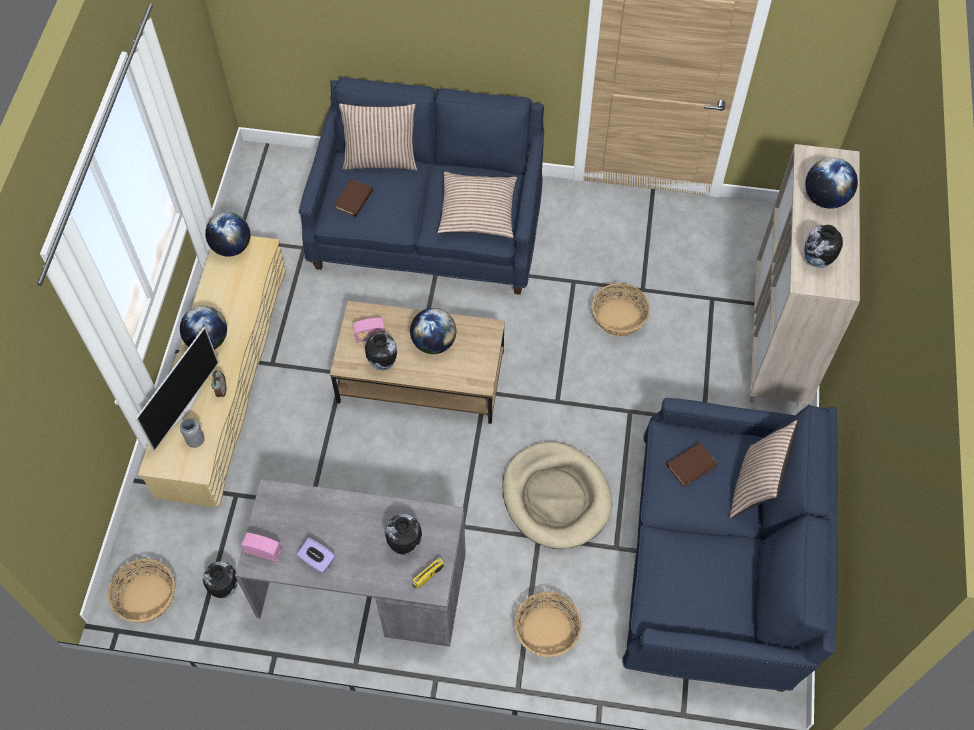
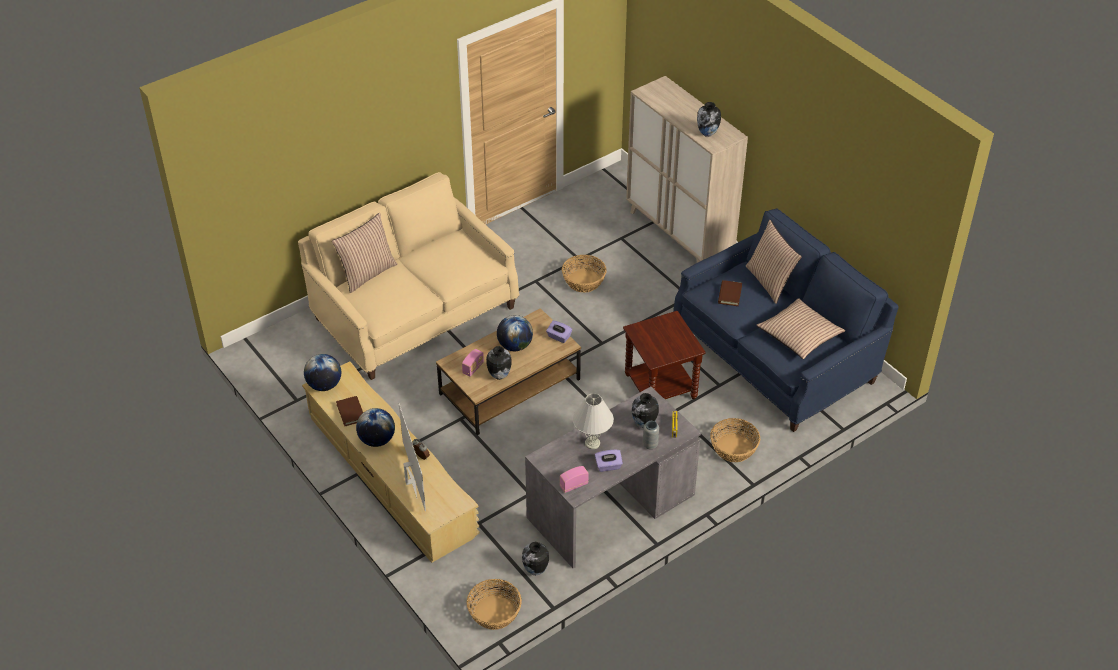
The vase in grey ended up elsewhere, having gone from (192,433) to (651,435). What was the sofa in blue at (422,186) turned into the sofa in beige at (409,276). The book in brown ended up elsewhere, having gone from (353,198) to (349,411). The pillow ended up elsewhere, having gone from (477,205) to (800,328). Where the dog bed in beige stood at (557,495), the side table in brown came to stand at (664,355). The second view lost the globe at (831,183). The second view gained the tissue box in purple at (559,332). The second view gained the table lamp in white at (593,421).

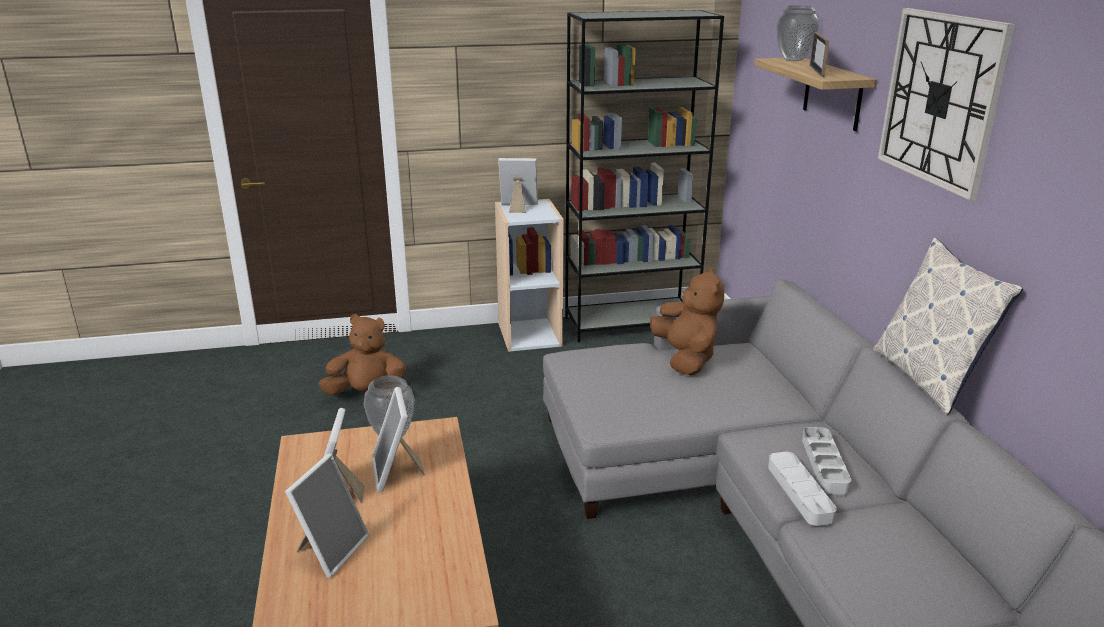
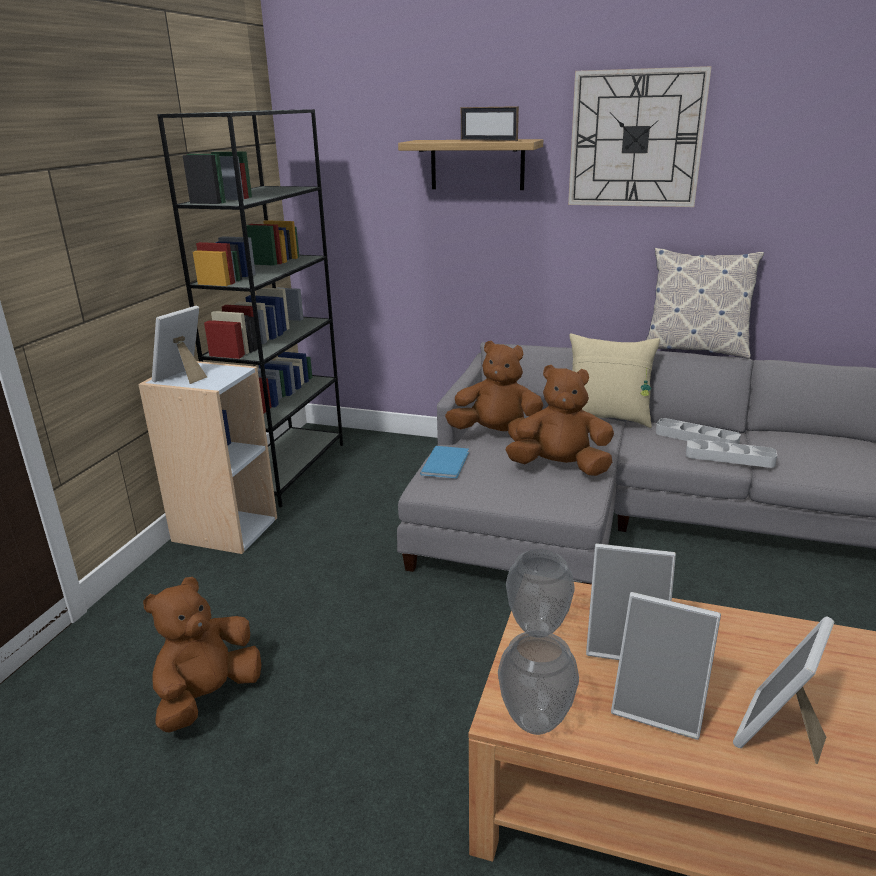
The picture frame at (327,515) ended up facing another way, 105 degrees counterclockwise from before. The vase ended up elsewhere, having gone from (797,33) to (538,683). The second view gained the book in blue at (444,462). The second view gained the plush toy in brown at (560,420). The second view gained the pillow in beige at (614,381).

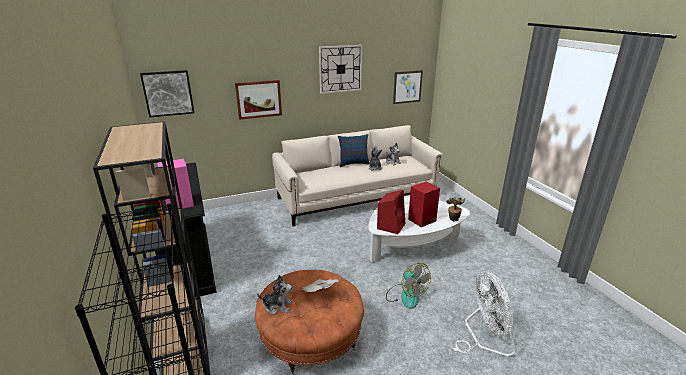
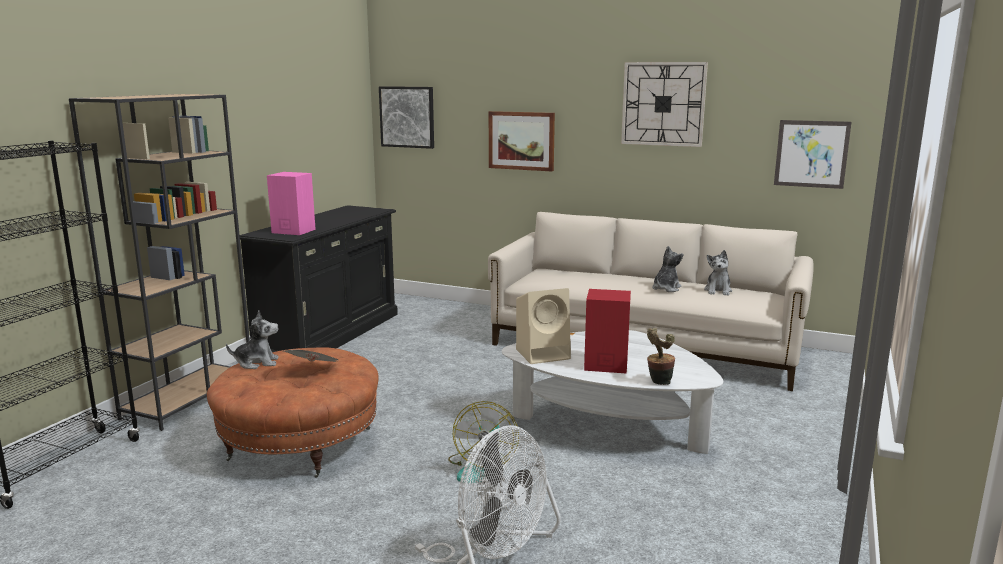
The plush toy at (274,295) ended up facing another way, 60 degrees counterclockwise from before. The second view lost the pillow in blue at (354,150). What was the speaker in red at (391,212) turned into the speaker in beige at (543,326).

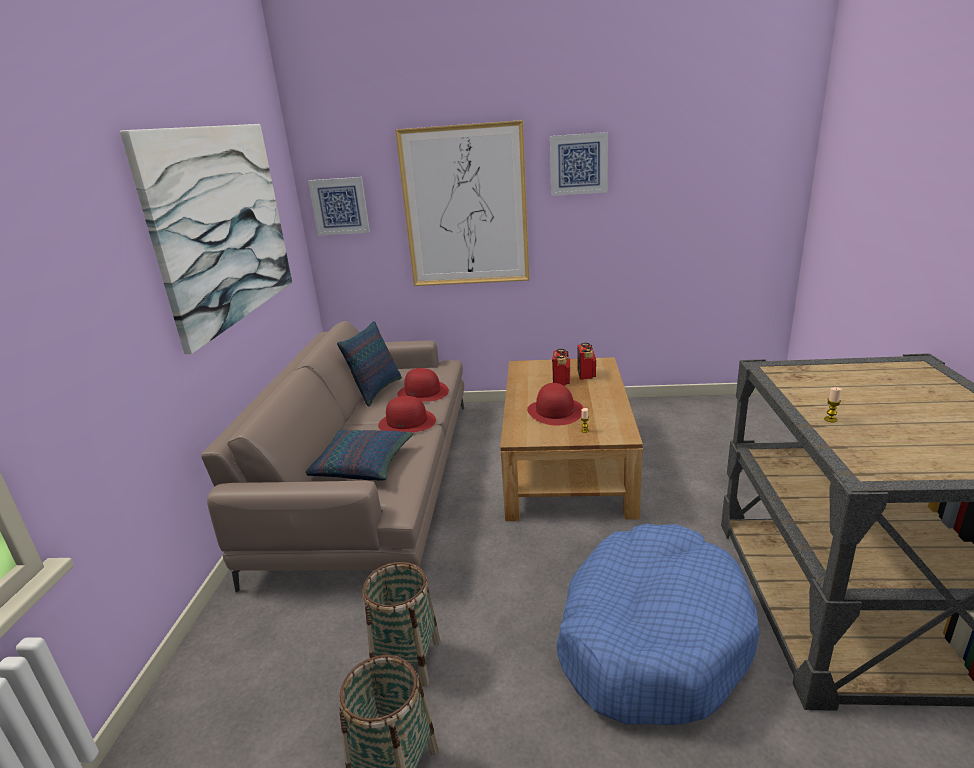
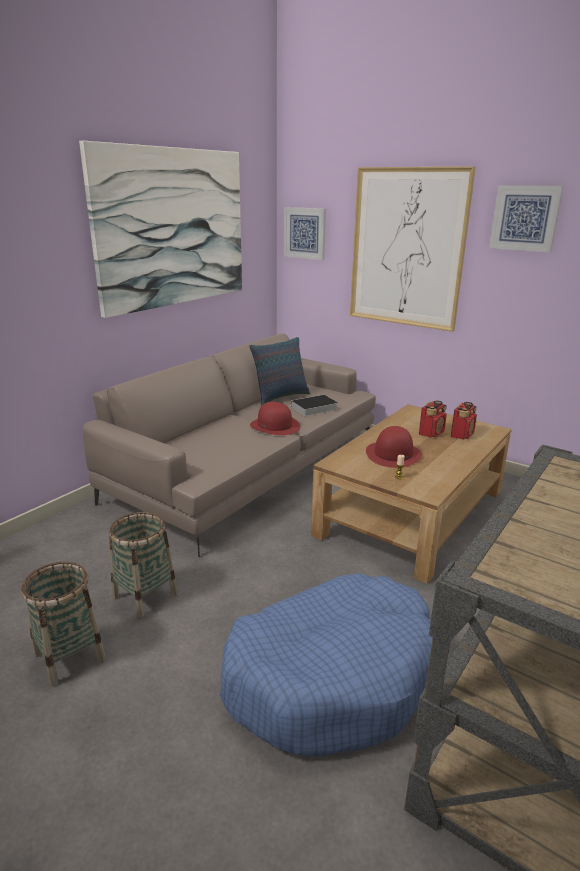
The second view lost the pillow in blue at (359,455). Where the hat in red stood at (423,385), the book came to stand at (314,405). The second view lost the candle at (833,404).

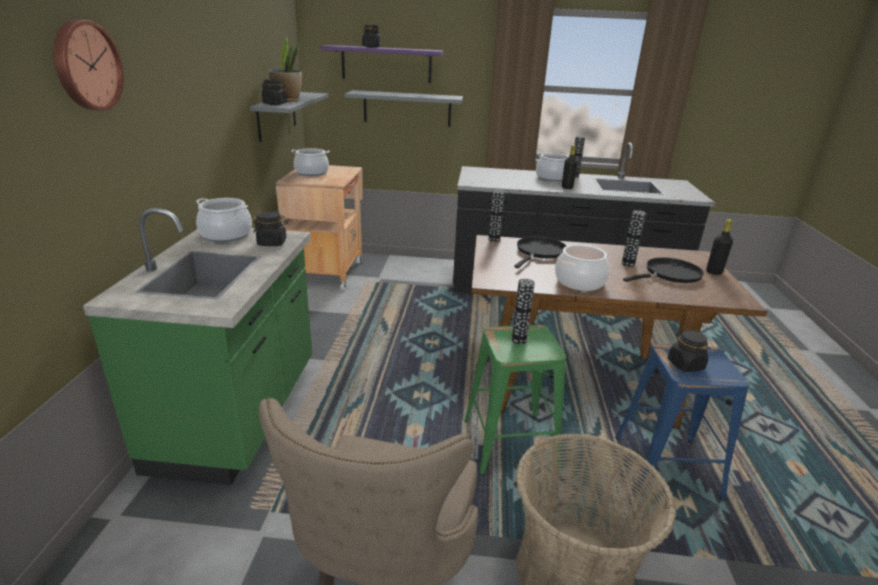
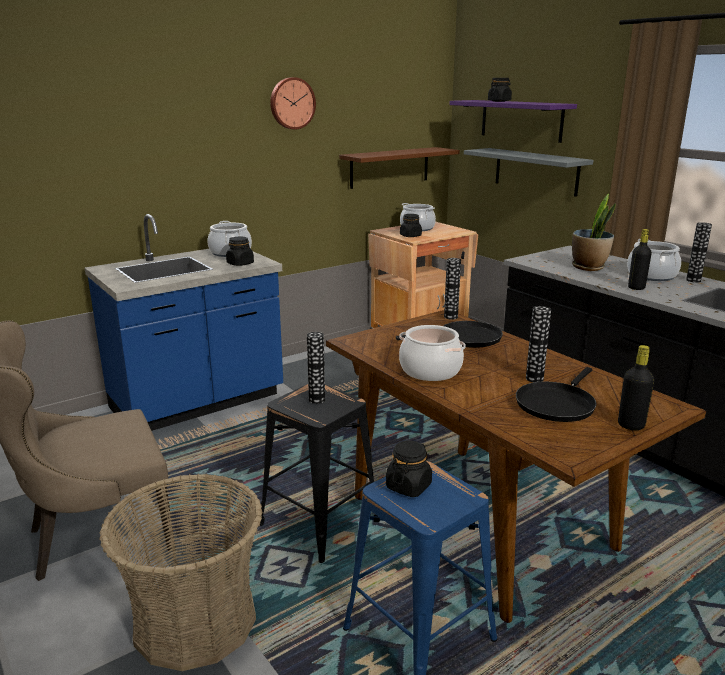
The wall clock ended up elsewhere, having gone from (89,65) to (293,103). What was the counter in green at (197,346) turned into the counter in blue at (184,322). What was the shelf in grey at (289,117) turned into the shelf in brown at (399,168). The jar in black ended up elsewhere, having gone from (274,92) to (411,225). The potted plant ended up elsewhere, having gone from (285,69) to (594,232). What was the stool in green at (515,400) turned into the stool in black at (318,473). The frying pan in black at (663,270) ended up facing another way, 105 degrees clockwise from before.

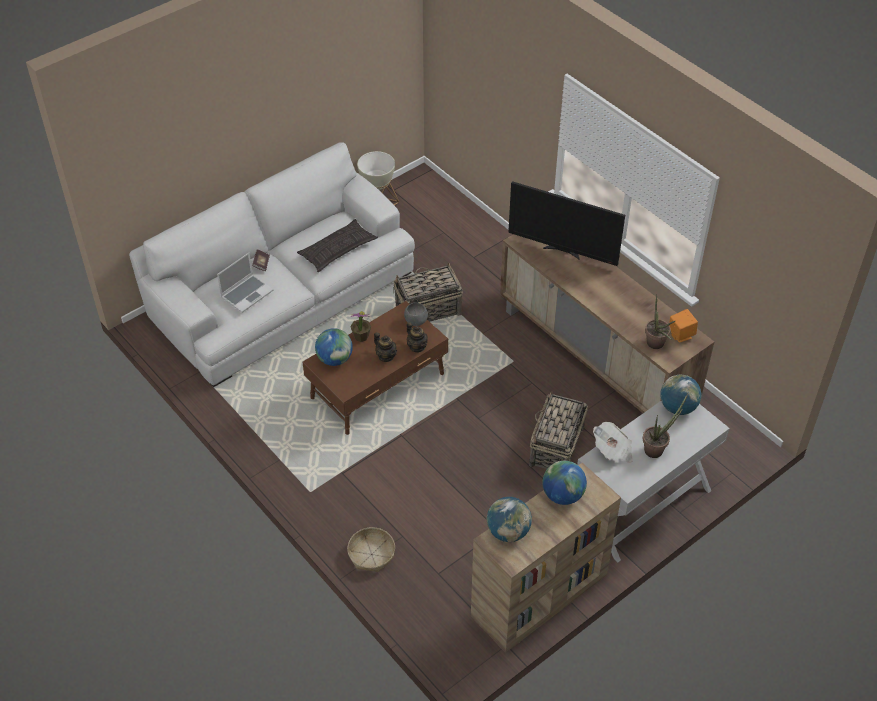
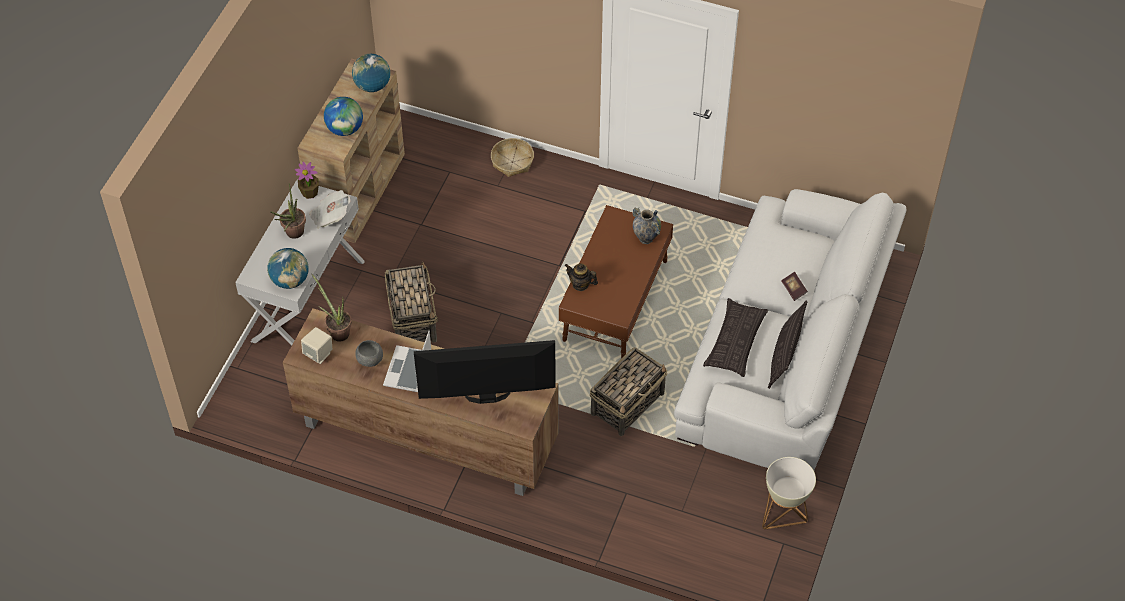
The laptop ended up elsewhere, having gone from (245,283) to (407,361). Where the globe stood at (334,347), the vase came to stand at (647,226). The potted plant ended up elsewhere, having gone from (360,326) to (307,180). The second view lost the teapot at (385,347). The bowl in grey ended up elsewhere, having gone from (416,314) to (369,353). What was the speaker in orange at (683,326) turned into the speaker in beige at (316,345). The second view gained the pillow at (787,344).

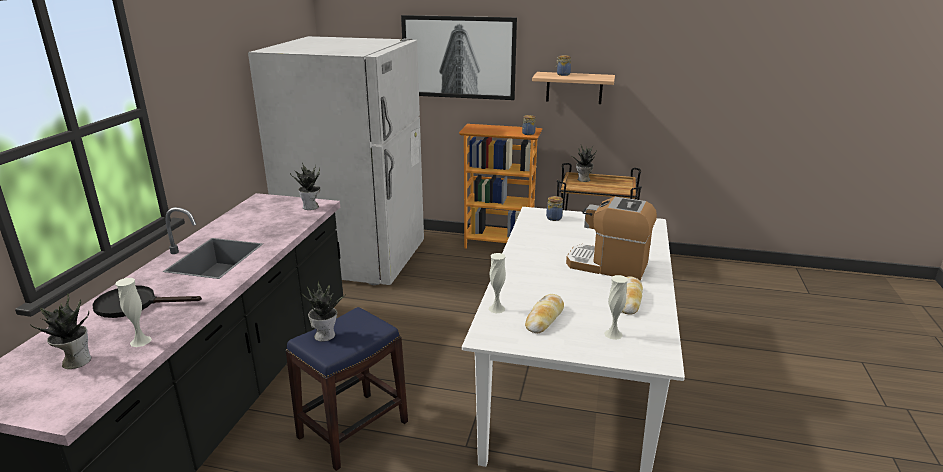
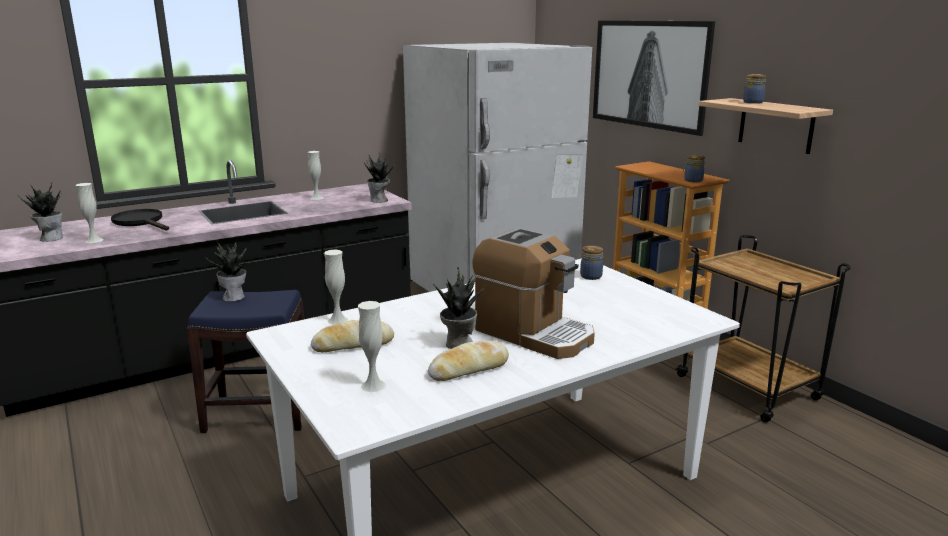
The coffee machine at (611,239) ended up facing another way, 150 degrees clockwise from before. The potted plant ended up elsewhere, having gone from (584,163) to (460,308). The second view gained the vase in white at (315,175).

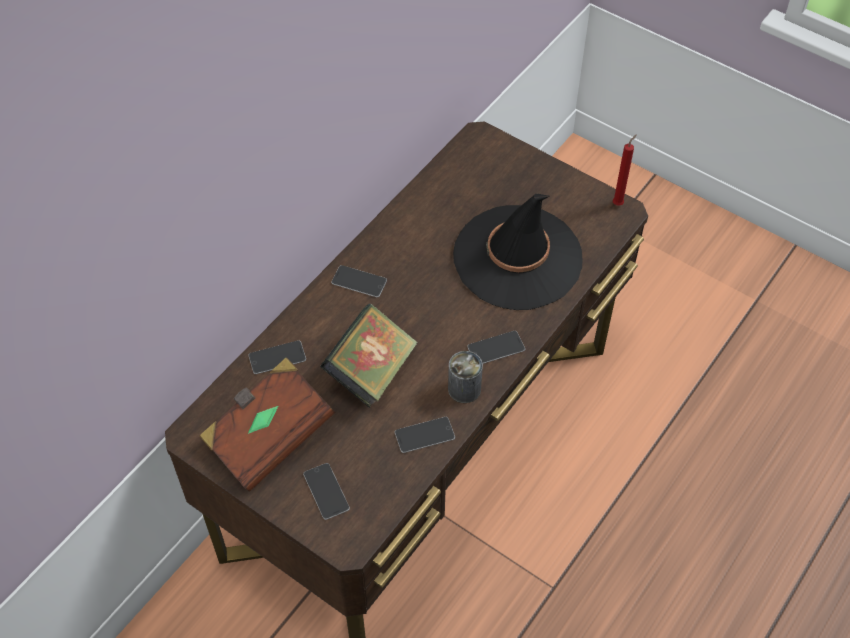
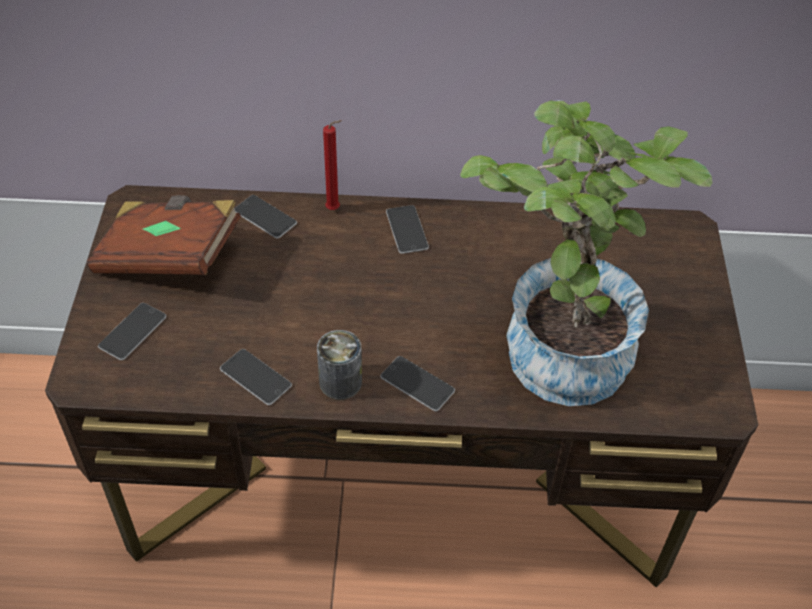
The second view lost the book at (369,356). Where the hat in black stood at (517,252), the potted plant came to stand at (586,253). The candle in red ended up elsewhere, having gone from (625,170) to (332,165).

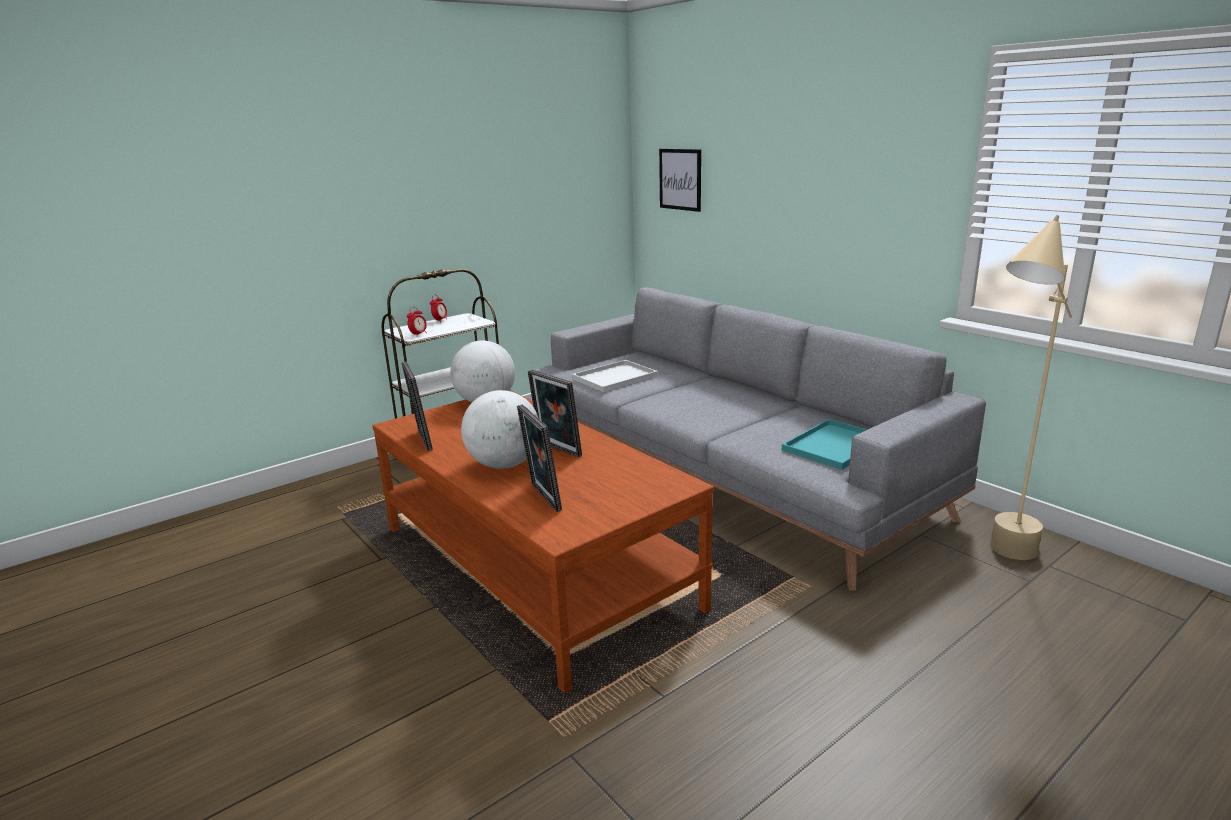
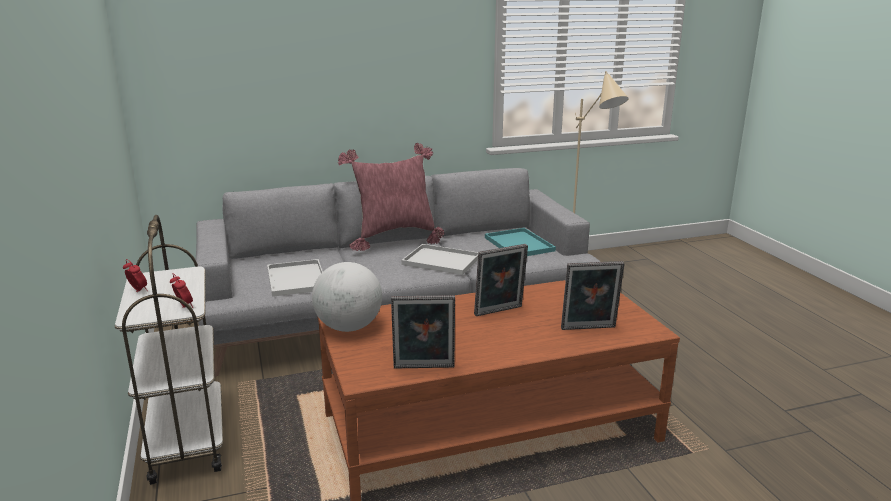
The second view lost the globe at (500,429). The second view lost the picture at (680,180). The second view gained the pillow in red at (391,196). The second view gained the tray in white at (439,259).

